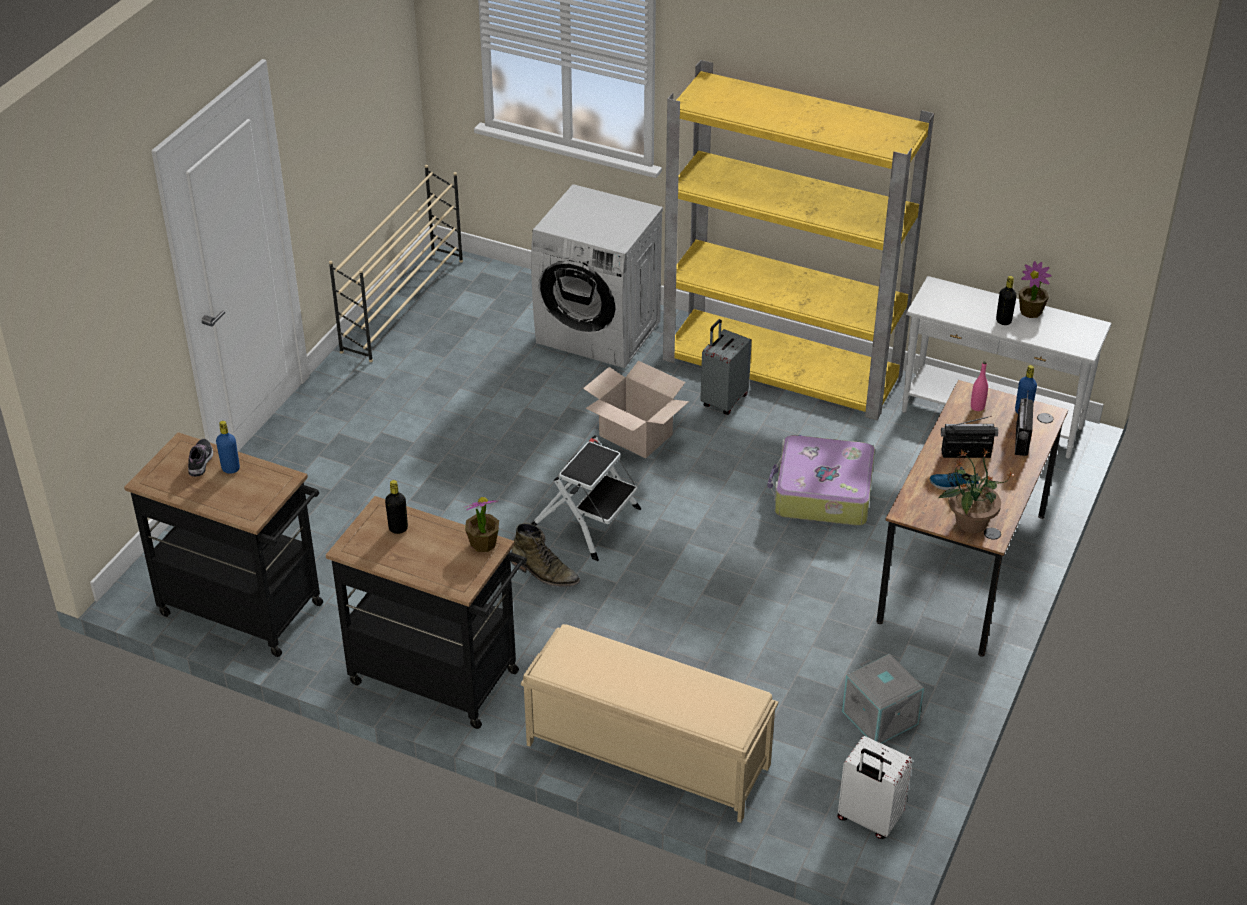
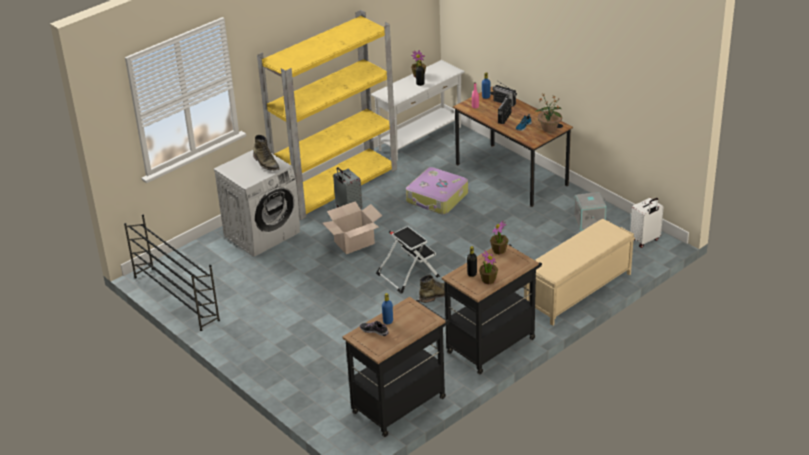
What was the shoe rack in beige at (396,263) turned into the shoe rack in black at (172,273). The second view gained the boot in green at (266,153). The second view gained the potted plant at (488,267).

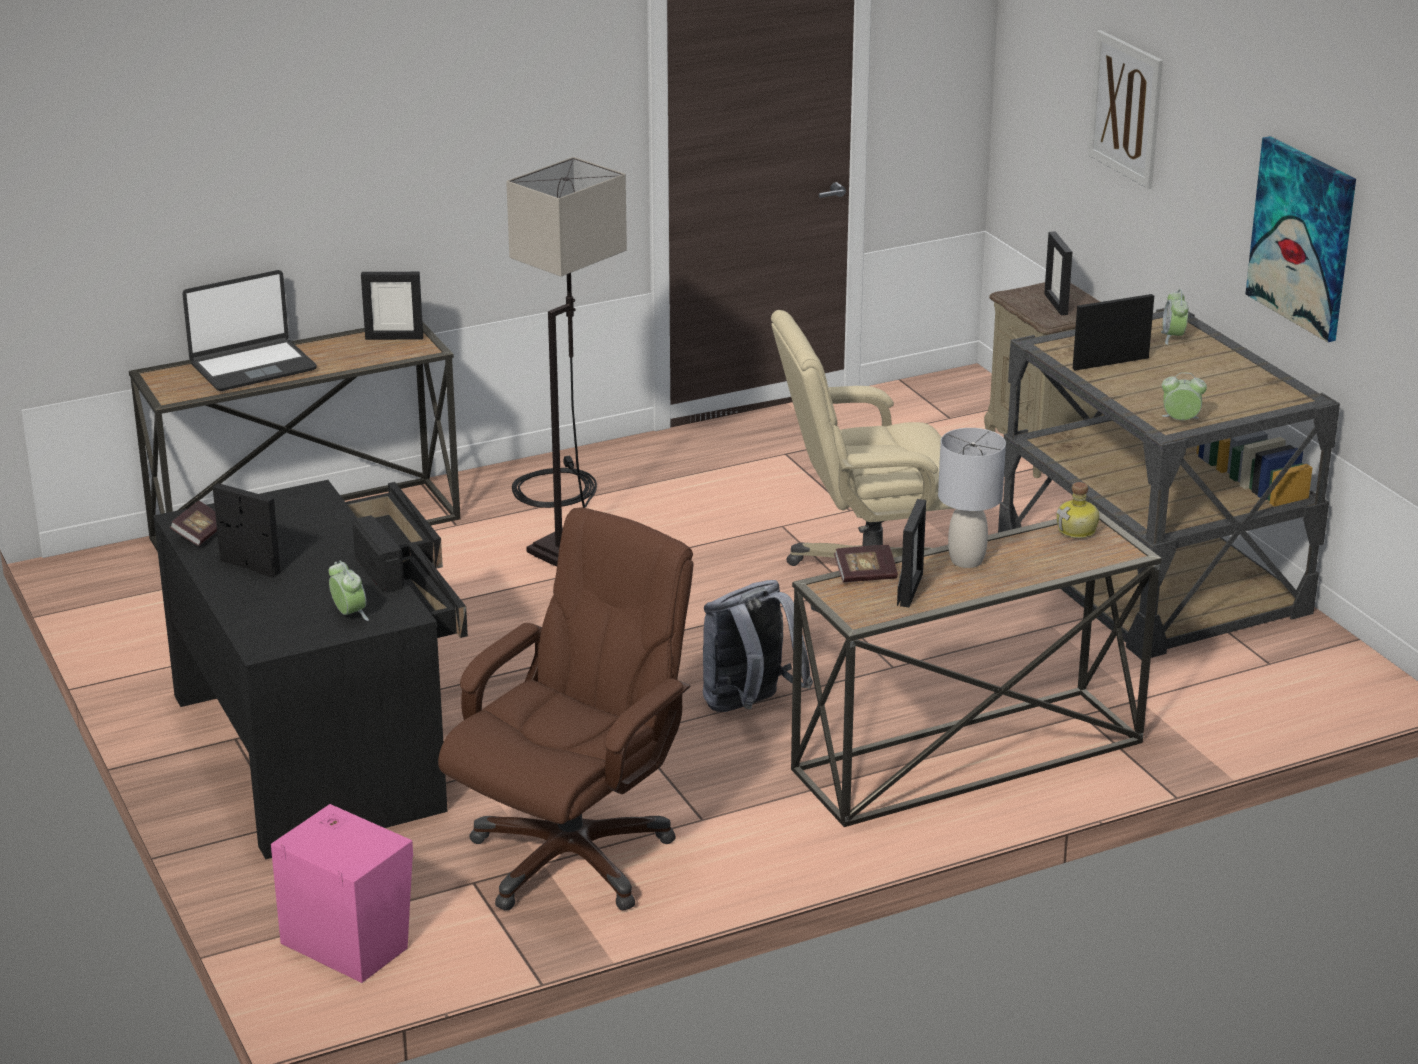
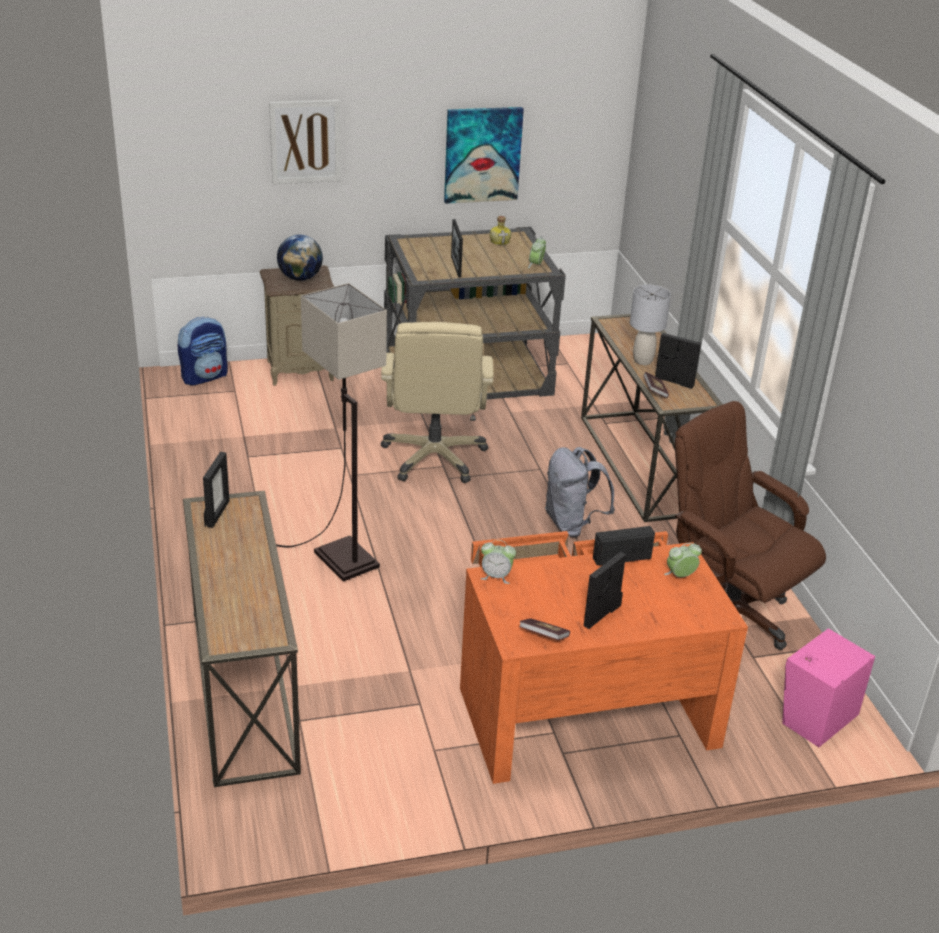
What was the desk in black at (310,669) turned into the desk in orange at (604,657). The second view lost the laptop at (250,330). Where the picture frame stood at (1058,273), the globe came to stand at (300,258). The bottle ended up elsewhere, having gone from (1077,510) to (500,230). The alarm clock ended up elsewhere, having gone from (1174,317) to (498,562). The second view gained the backpack at (203,351).

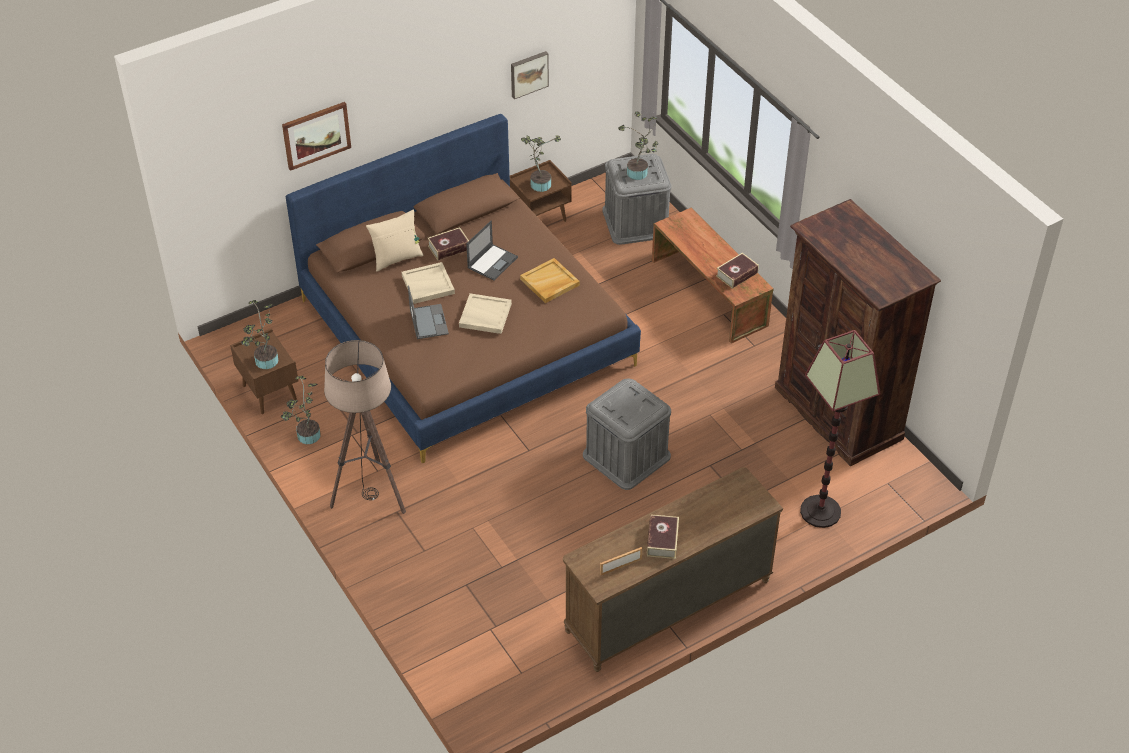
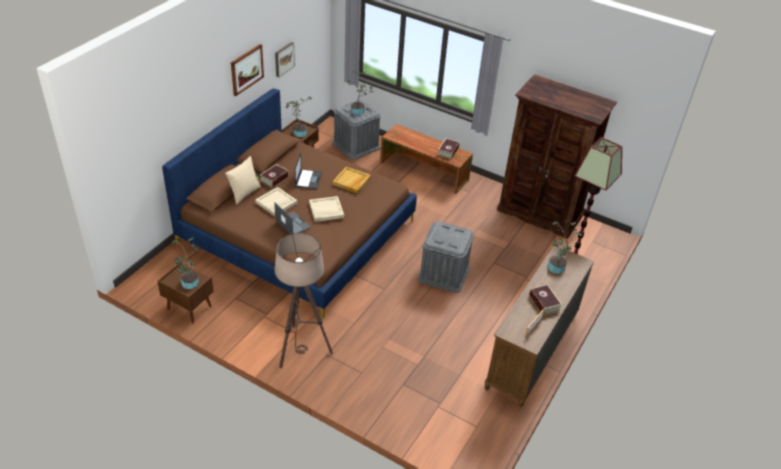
The potted plant ended up elsewhere, having gone from (301,410) to (565,247). The picture ended up elsewhere, having gone from (316,136) to (247,70).

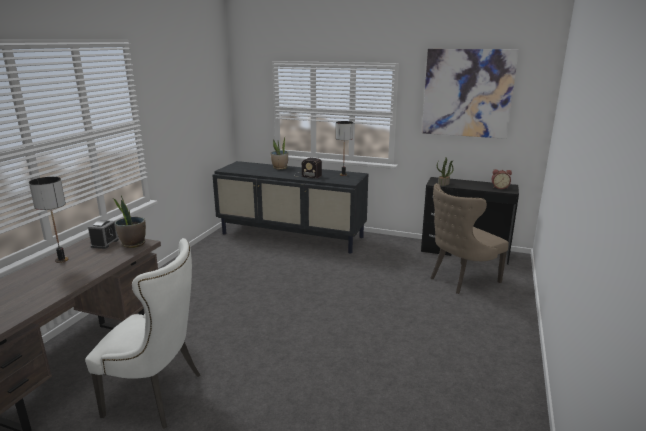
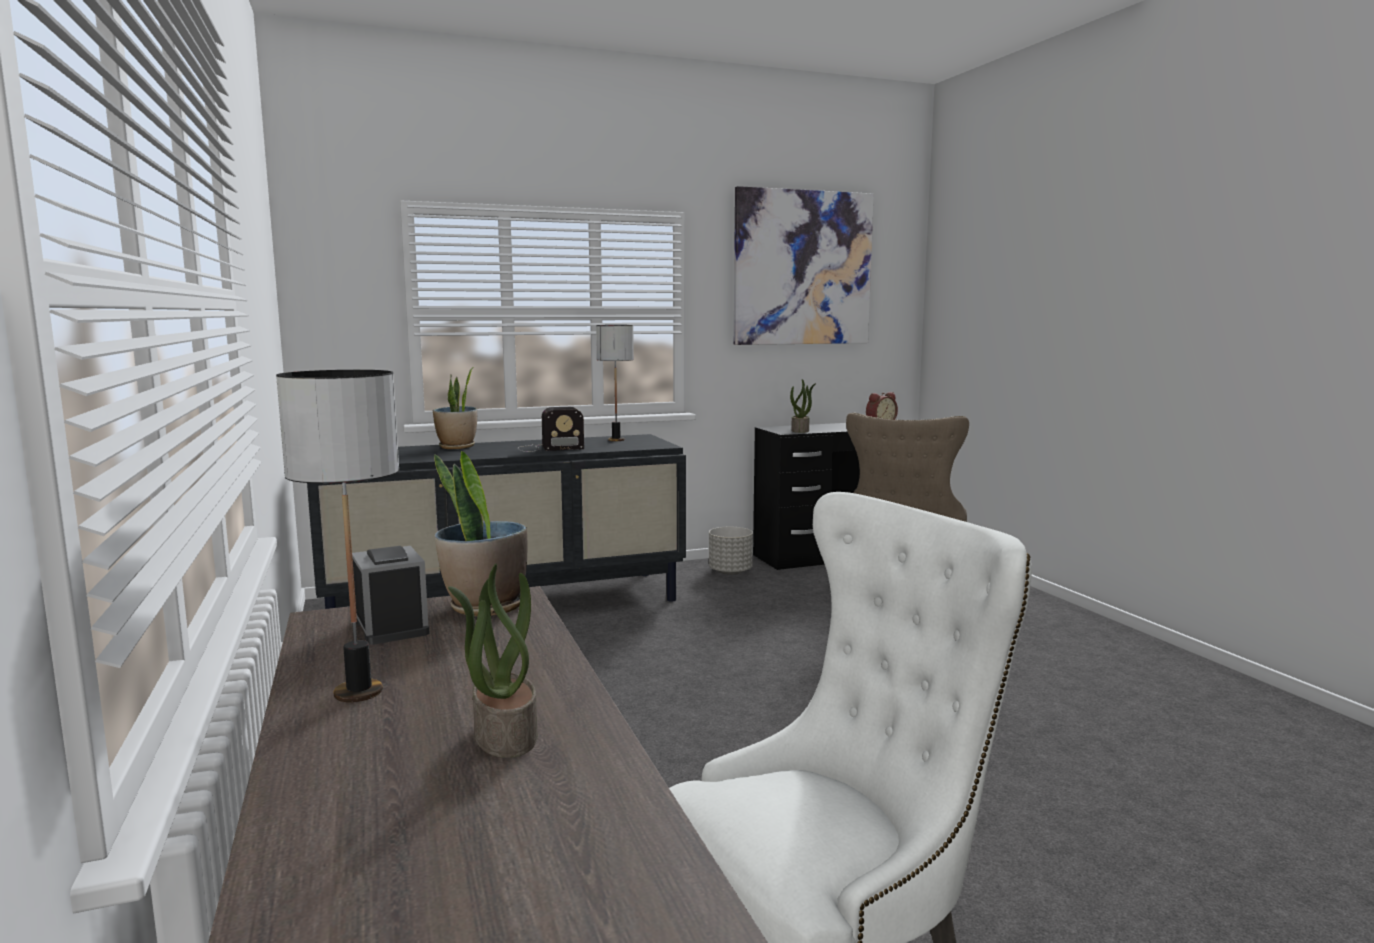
The second view gained the potted plant at (492,661). The second view gained the planter in grey at (731,551).

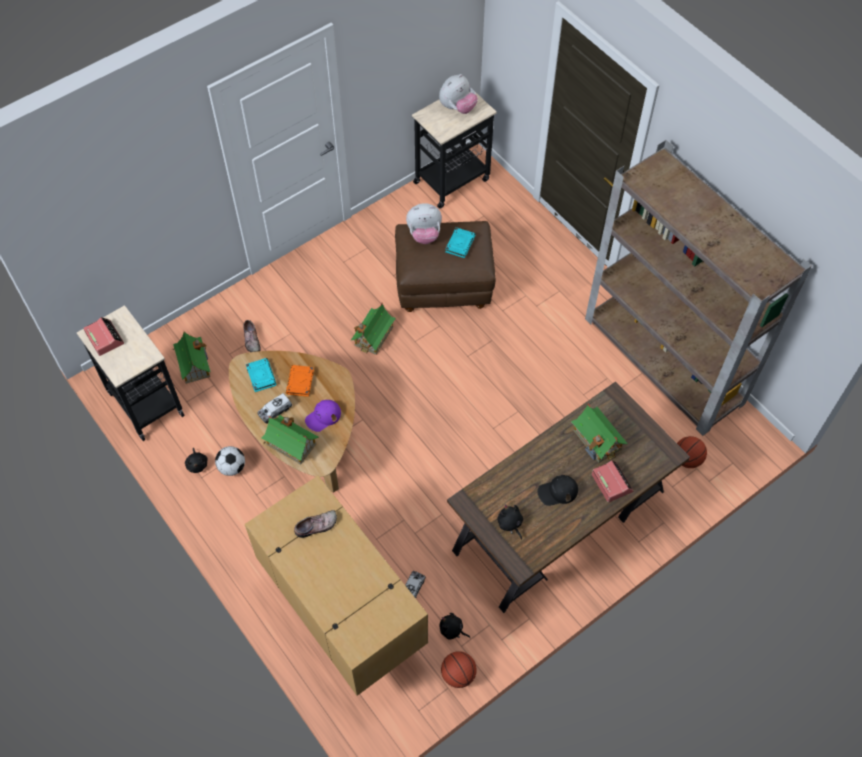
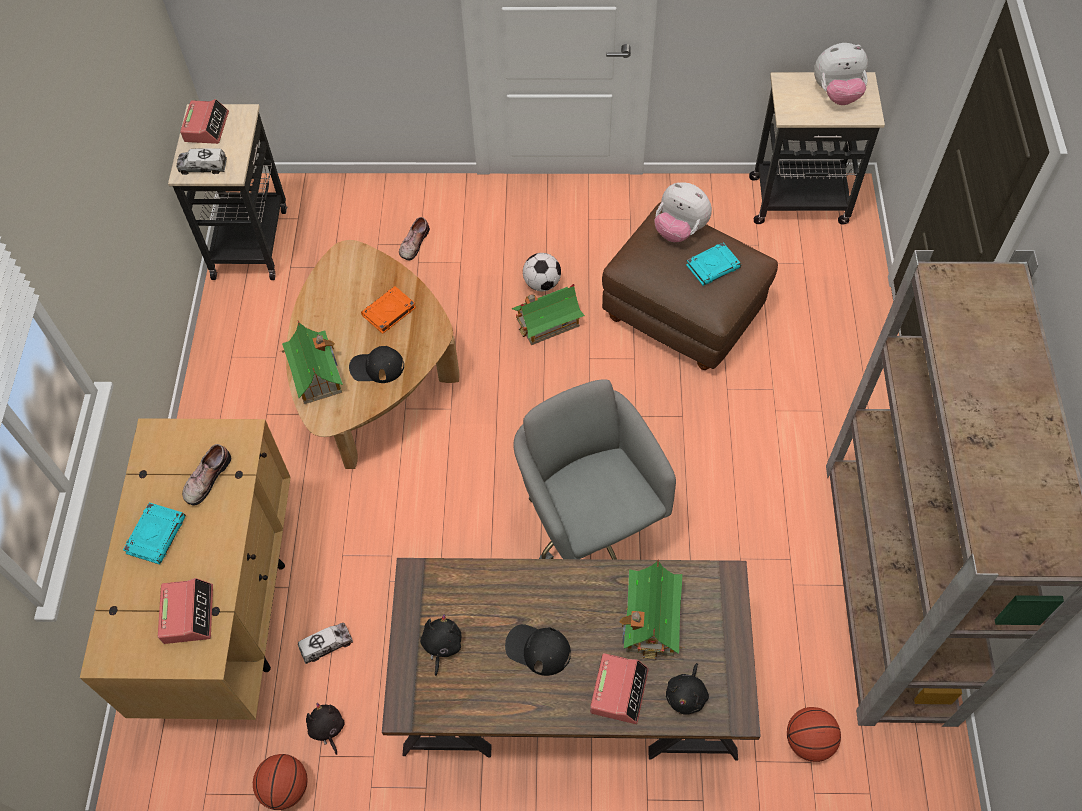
The second view lost the toy house at (192,357). The plush toy in black ended up elsewhere, having gone from (196,460) to (687,689). The football ended up elsewhere, having gone from (230,461) to (542,272). The book in turquoise ended up elsewhere, having gone from (261,375) to (154,533). The toy truck ended up elsewhere, having gone from (275,408) to (201,161). The shoe at (315,524) ended up facing another way, 105 degrees clockwise from before. What was the cap in purple at (323,416) turned into the cap in black at (376,364). The second view gained the alarm clock at (185,611). The second view gained the office chair in grey at (594,469).

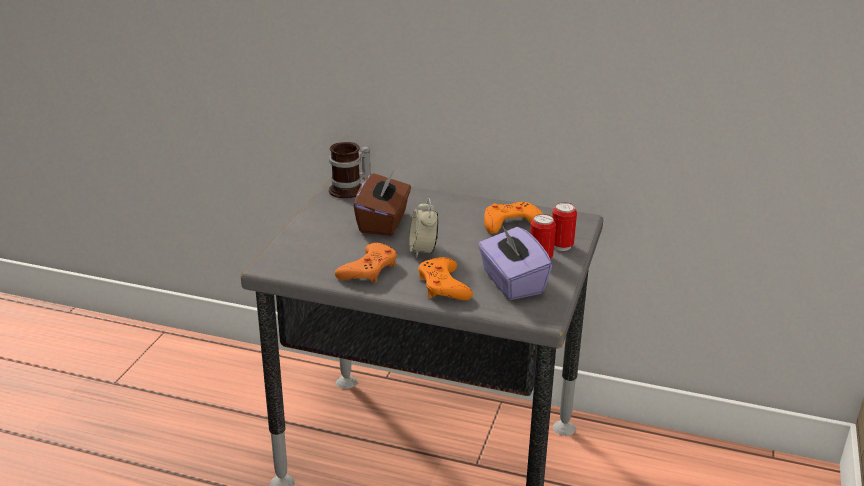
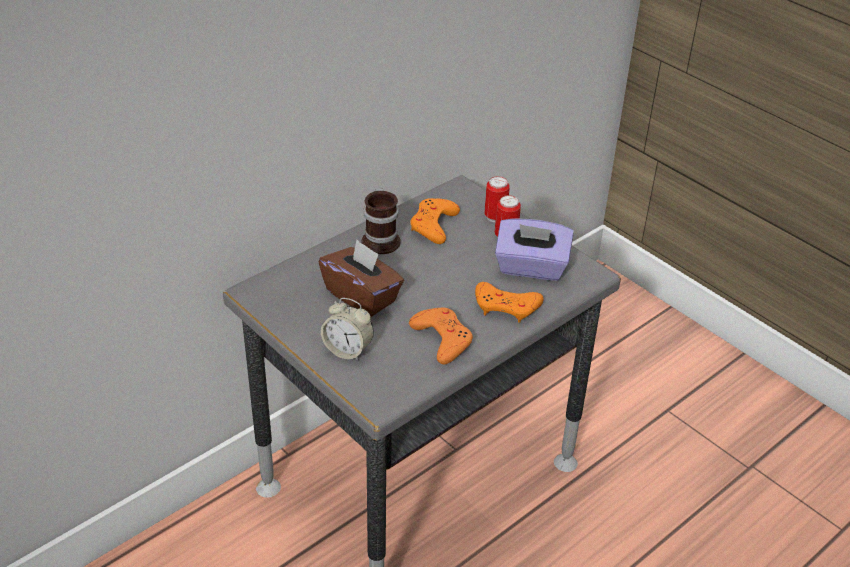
The mug ended up elsewhere, having gone from (349,170) to (381,221). The alarm clock ended up elsewhere, having gone from (423,228) to (347,329).

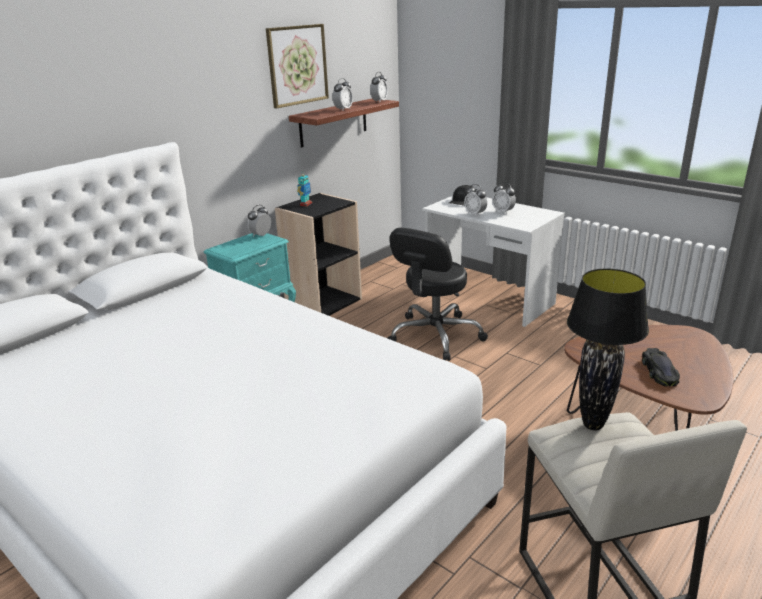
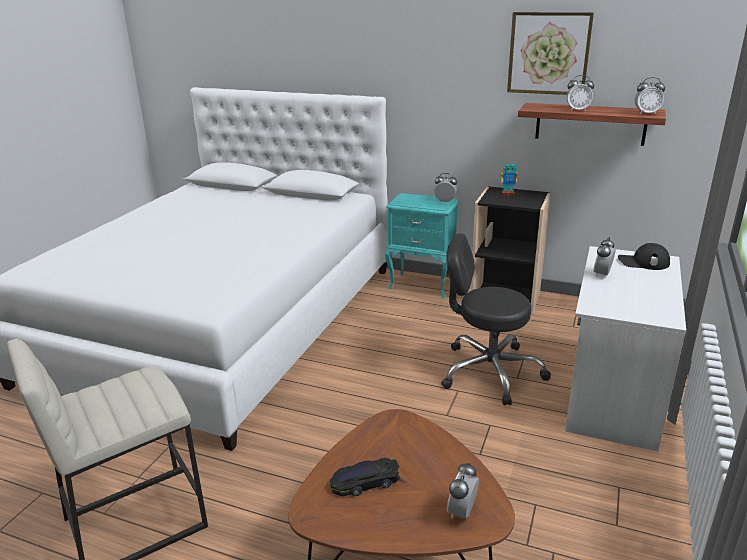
The alarm clock ended up elsewhere, having gone from (504,198) to (463,490). The second view lost the table lamp in black at (608,350).

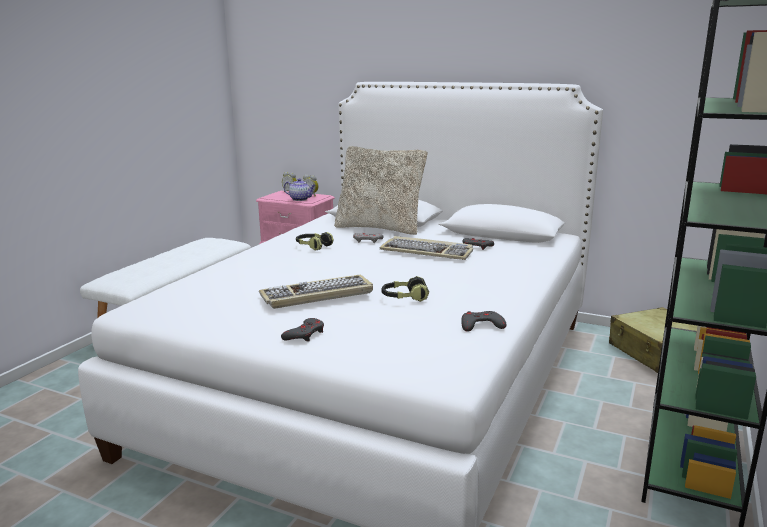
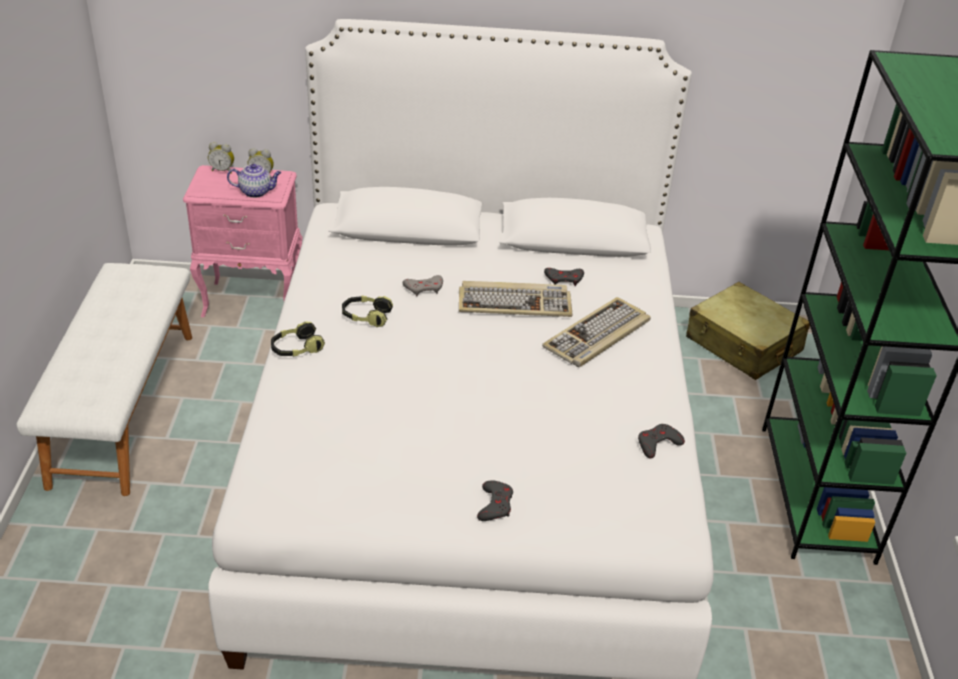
The keyboard ended up elsewhere, having gone from (316,292) to (596,332). The second view lost the pillow in beige at (381,190). The headphones ended up elsewhere, having gone from (405,289) to (298,339).

